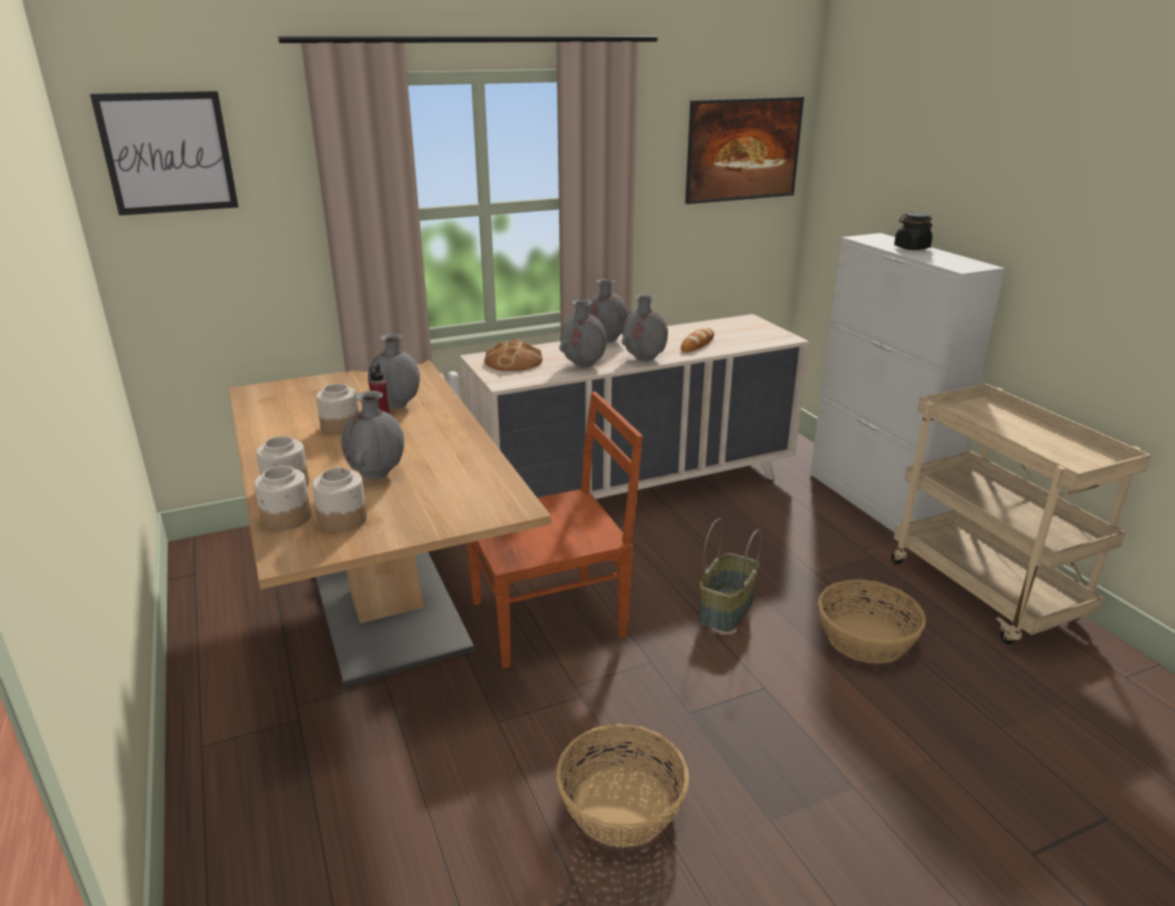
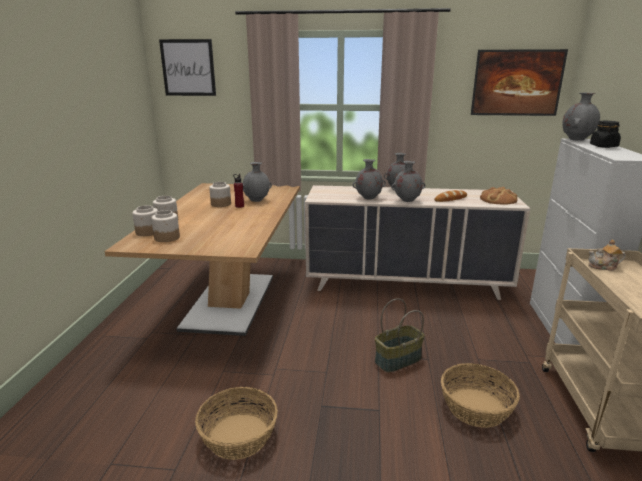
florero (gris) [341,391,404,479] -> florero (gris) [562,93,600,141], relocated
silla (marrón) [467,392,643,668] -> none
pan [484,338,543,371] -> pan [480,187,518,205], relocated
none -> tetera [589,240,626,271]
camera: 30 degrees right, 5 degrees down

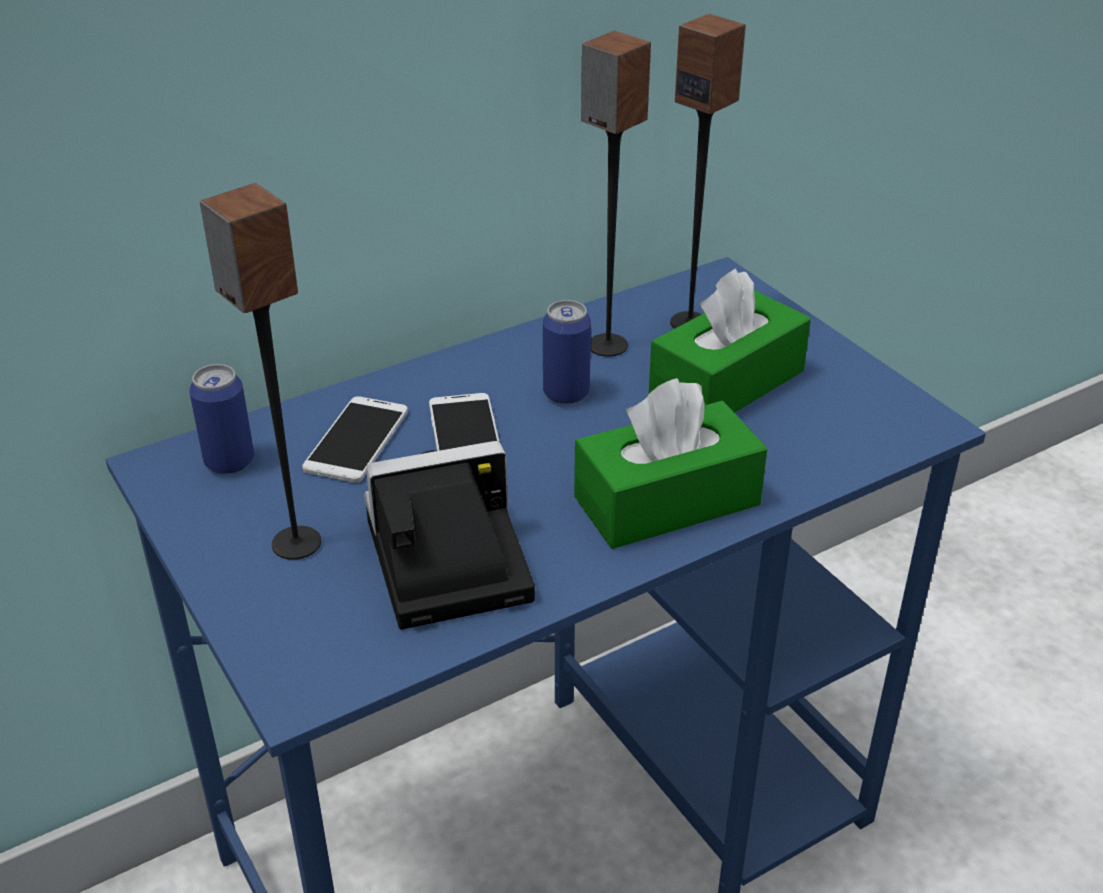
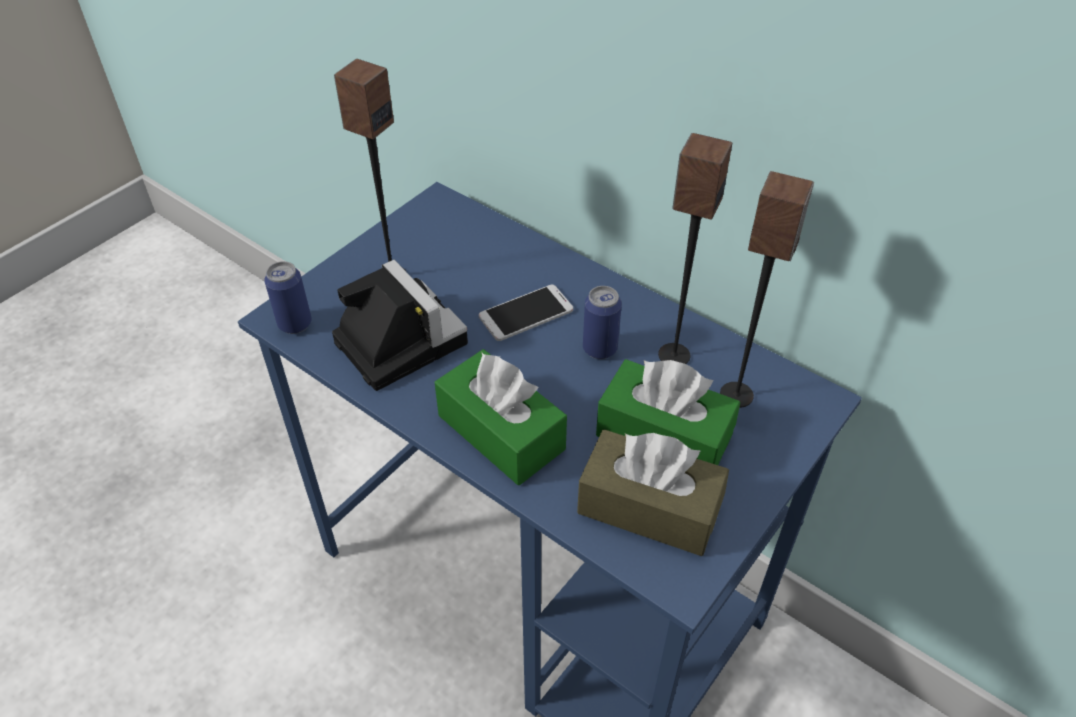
lata [189,364,254,475] -> lata [264,261,312,334], relocated
móvil [302,396,408,483] -> none
none -> caja de pañuelos (marrón) [577,429,729,556]
camera: 70 degrees right, 10 degrees up

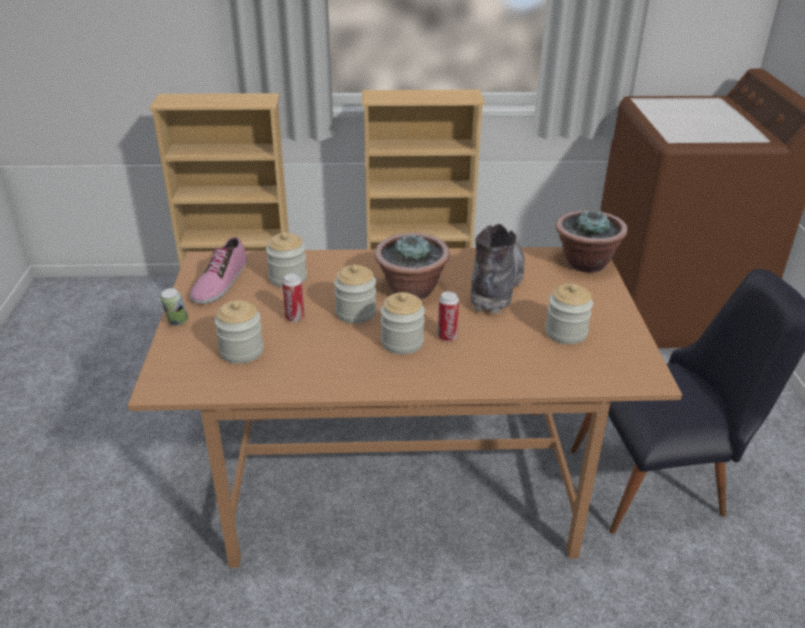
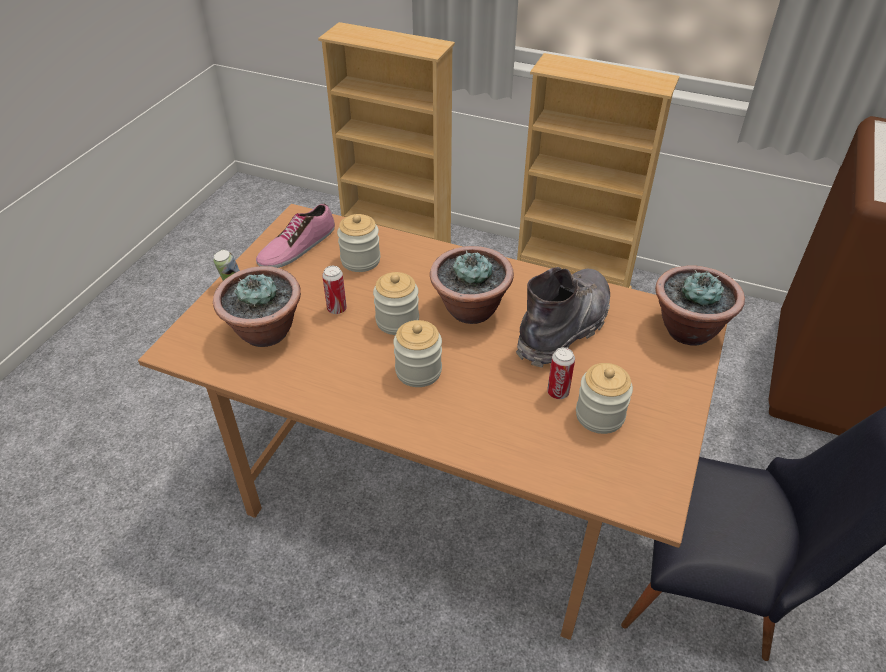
tarro [215,300,264,364] -> planta en maceta [213,266,301,347]
lata [438,291,459,341] -> lata [547,347,575,399], relocated
camera: 25 degrees right, 10 degrees up

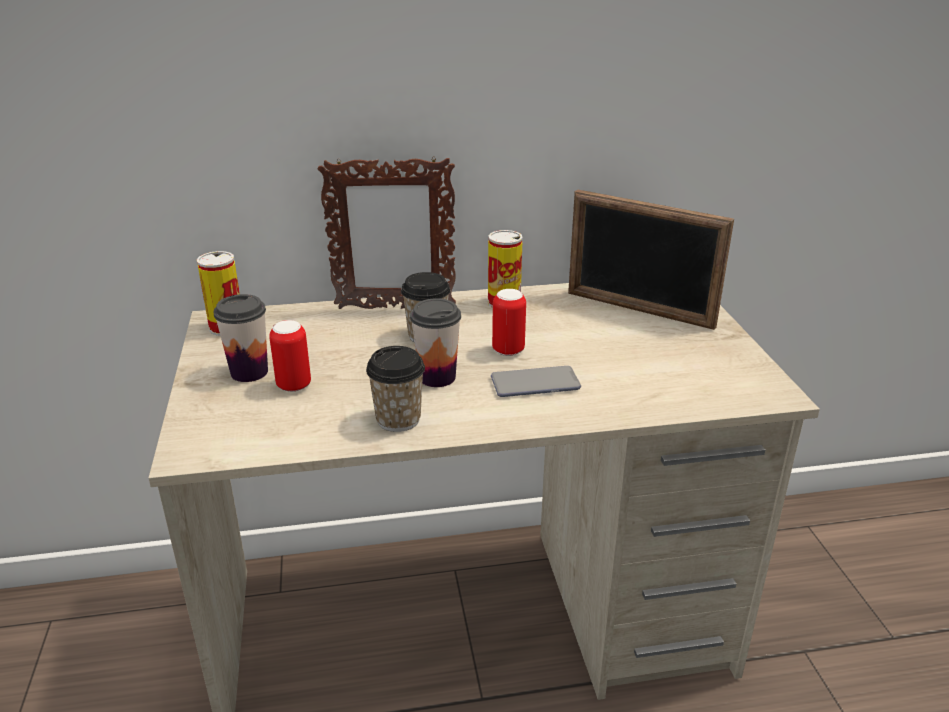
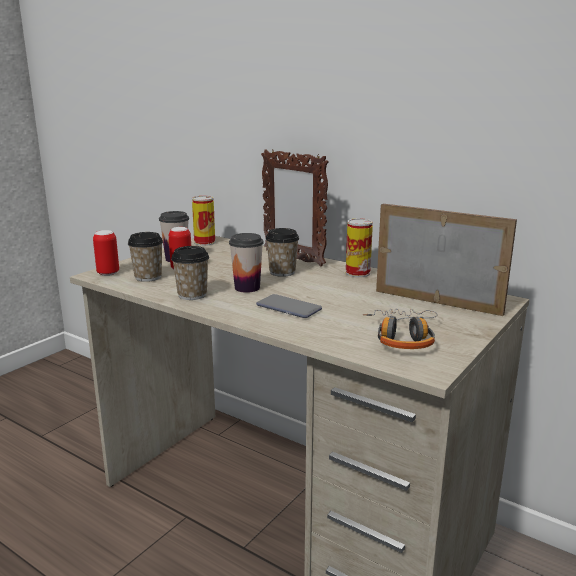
lata [492,289,526,356] -> lata [93,230,119,276], relocated
portarretratos [568,189,734,330] -> portarretratos [376,204,517,316], 135 degrees clockwise
none -> taza [128,232,163,282]
none -> auriculares [363,309,438,349]
camera: 45 degrees right, 10 degrees down

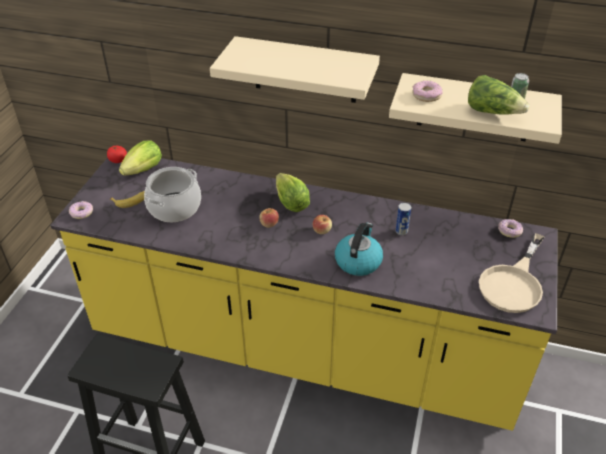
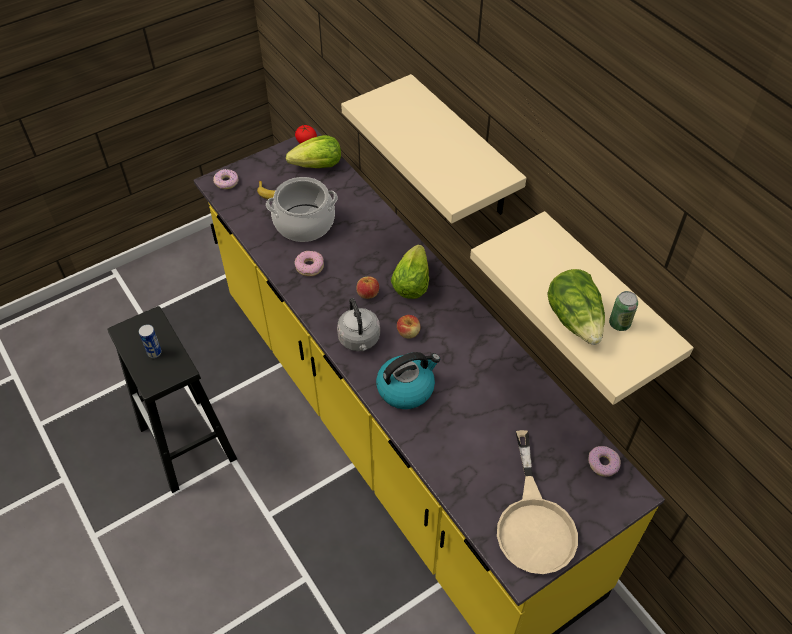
lata [395,203,411,235] -> lata [139,325,162,358], relocated
rosquilla [412,81,442,102] -> rosquilla [295,251,324,276], relocated
sartén (beis) [479,233,544,313] -> sartén (beis) [497,430,578,574], 75 degrees counterclockwise
none -> hervidor (gris) [337,298,380,351]
camera: 40 degrees right, 10 degrees up

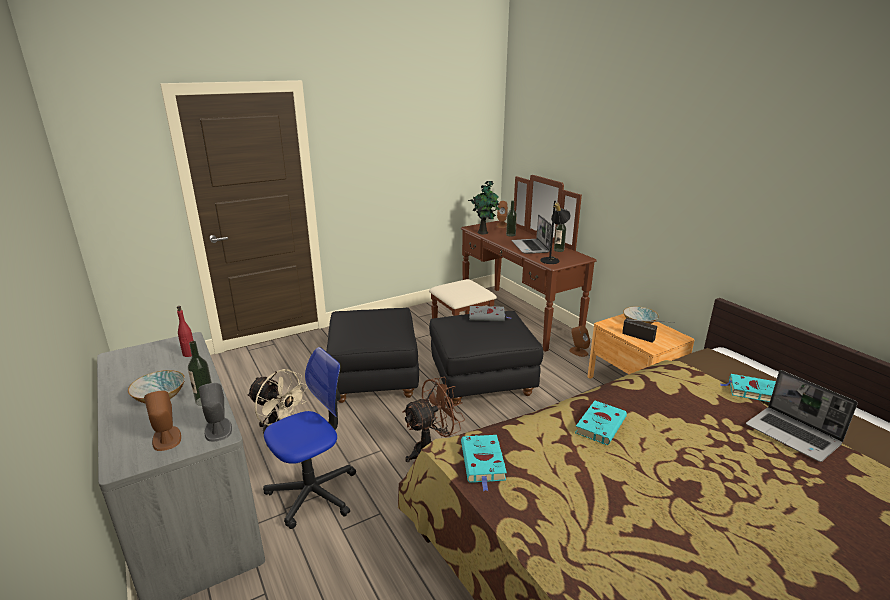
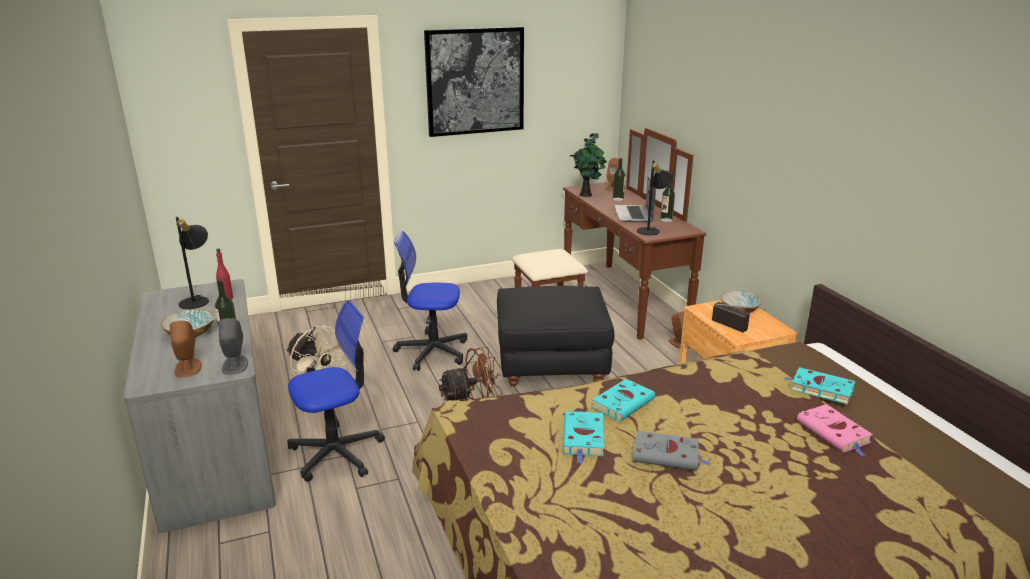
puf (negro) [326,308,419,403] -> silla de oficina [393,231,467,371]
libro (turquesa) [461,435,507,491] -> libro (turquesa) [562,411,604,463], relocated
libro (gris) [469,306,511,321] -> libro (gris) [632,431,710,471], relocated
portátil [746,370,858,462] -> libro (rosa) [797,404,873,457]
none -> lámpara de mesa (negro) [176,217,209,309]
none -> cuadro [424,27,524,137]
camera: 10 degrees right, 0 degrees up

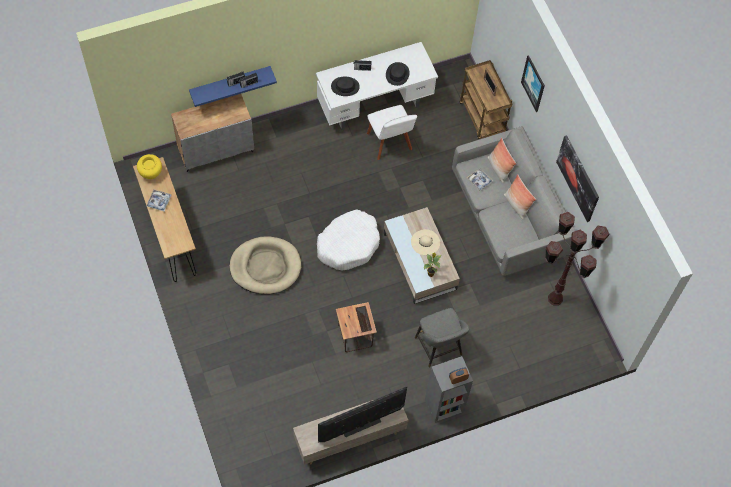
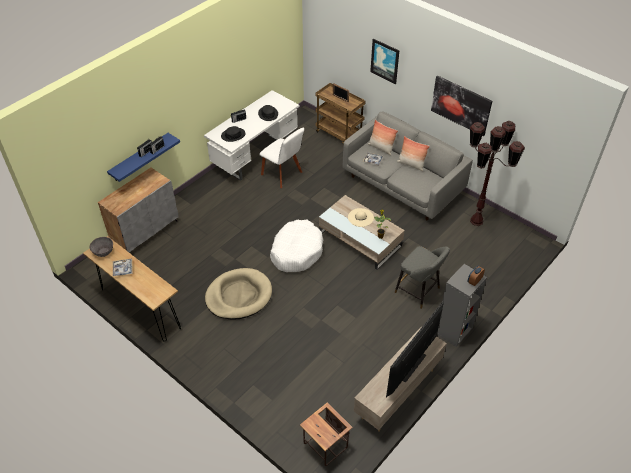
florero (amarillo) [137,154,162,179] -> cuenco (gris) [90,237,113,257]
mesa auxiliar [336,302,377,352] -> mesa auxiliar [300,402,353,466], relocated
camera: 25 degrees left, 15 degrees down

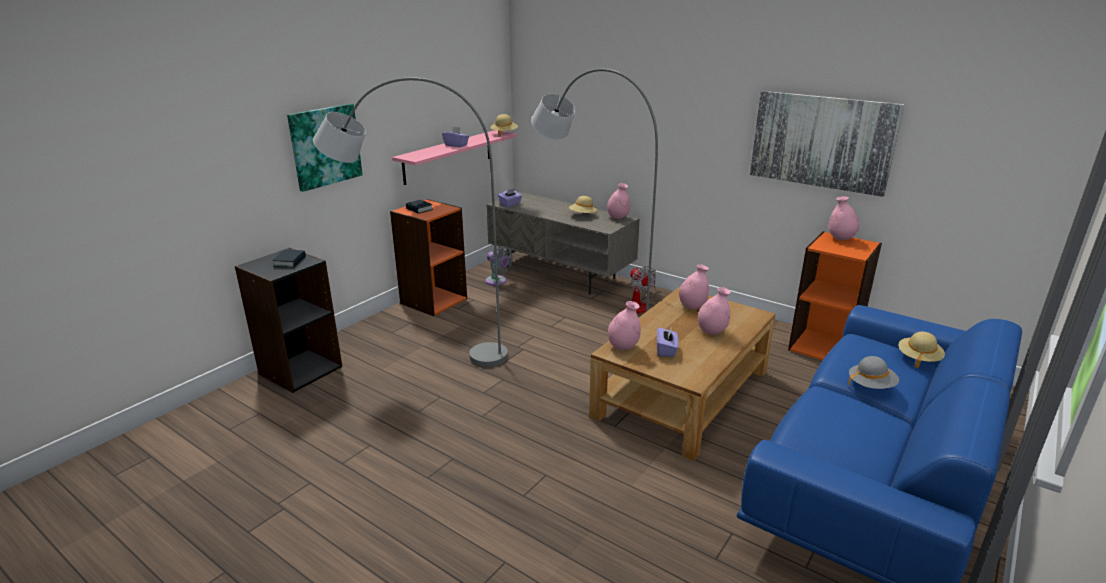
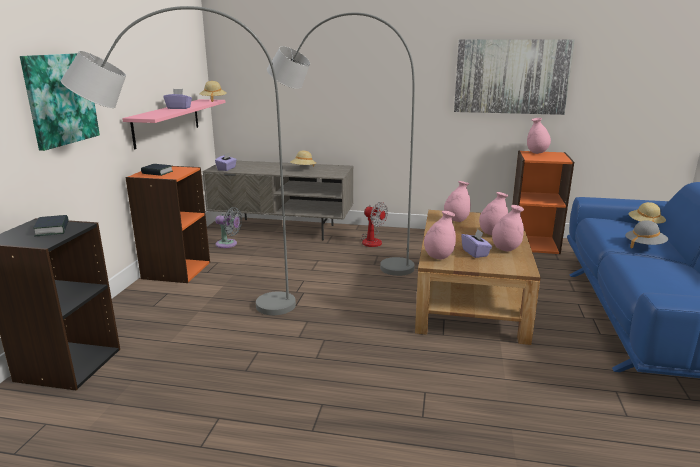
florero (rosa) [607,183,630,219] -> florero (rosa) [492,205,524,252], relocated
camera: 25 degrees left, 5 degrees down

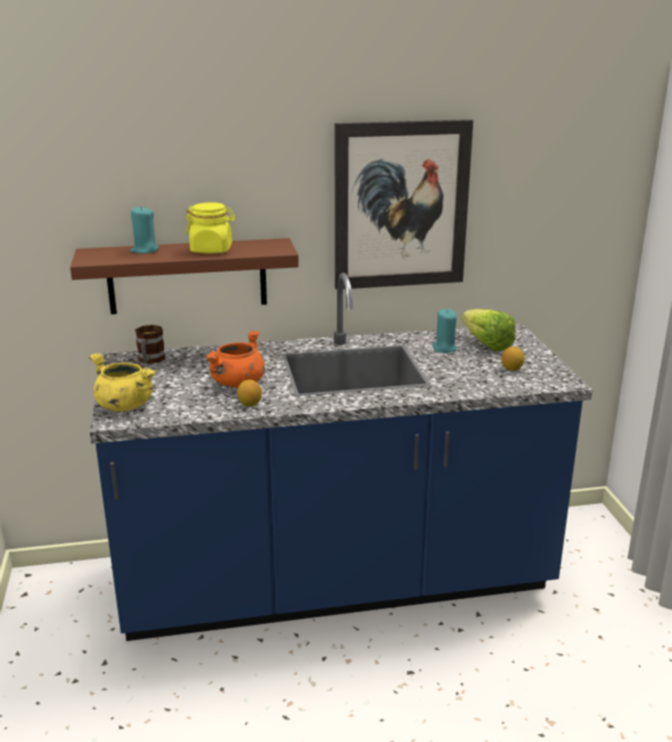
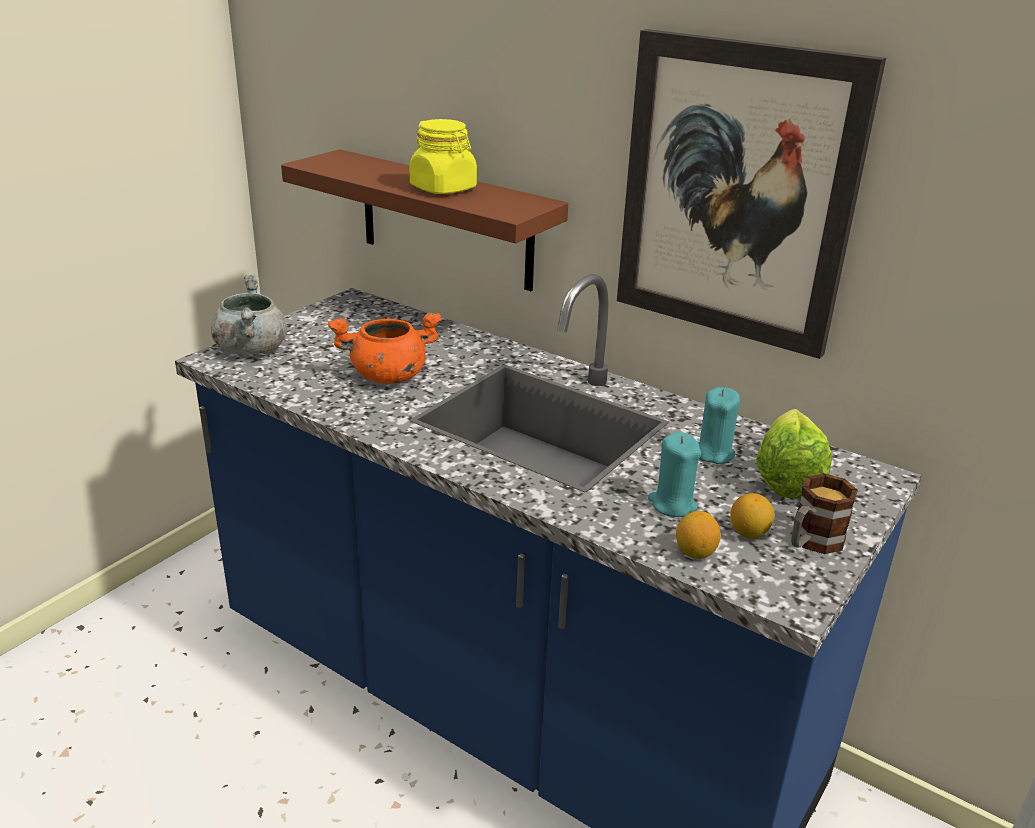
olla (amarillo) [89,353,156,411] -> olla (gris) [211,275,287,355]
vela (turquesa) [130,206,159,254] -> vela (turquesa) [648,432,701,517], relocated
taza grande [135,325,165,364] -> taza grande [791,473,858,554], relocated
limón [237,380,262,406] -> limón [676,511,721,559], relocated
camera: 45 degrees right, 5 degrees up

